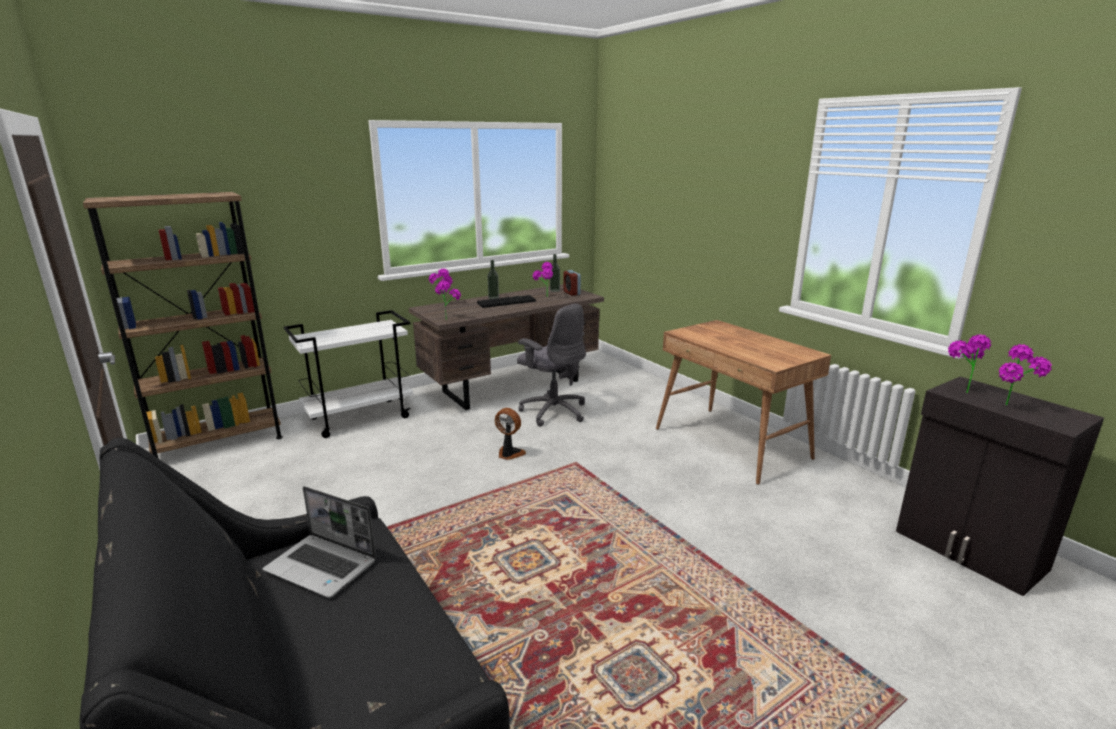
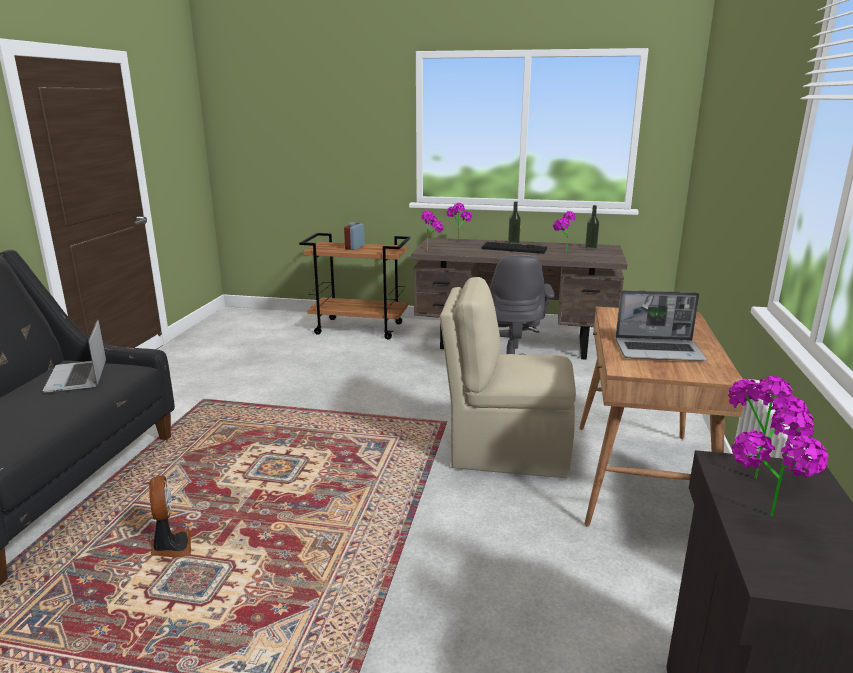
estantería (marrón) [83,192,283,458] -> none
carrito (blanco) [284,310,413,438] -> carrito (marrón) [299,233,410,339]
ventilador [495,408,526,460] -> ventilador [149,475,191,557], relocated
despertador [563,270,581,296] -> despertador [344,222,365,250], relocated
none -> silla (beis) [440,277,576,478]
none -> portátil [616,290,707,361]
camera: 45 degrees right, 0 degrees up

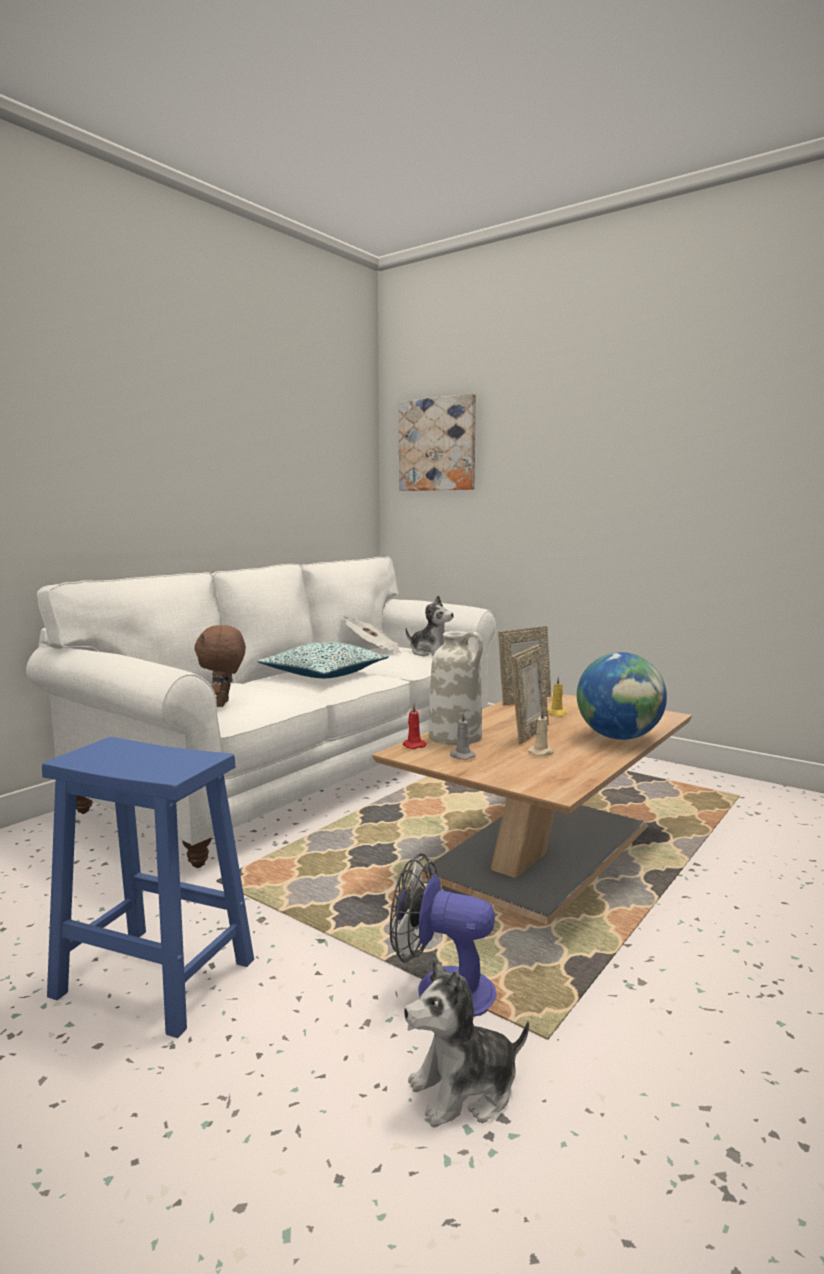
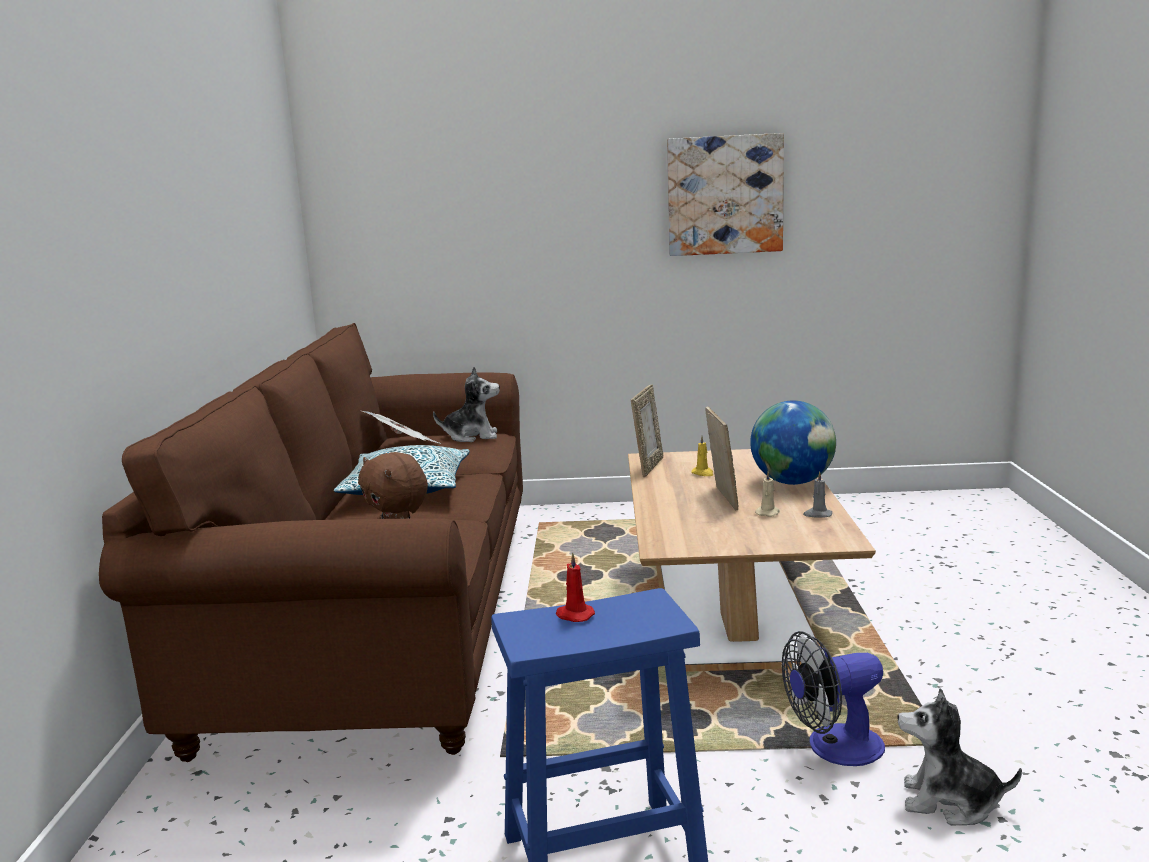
sofá (blanco) [26,556,497,868] -> sofá (marrón) [99,323,523,762]
cuadro [399,393,476,491] -> cuadro [667,133,784,256], relocated
vela (rojo) [403,703,427,749] -> vela (rojo) [556,552,595,622], relocated
peluche [404,958,529,1128] -> peluche [897,688,1022,826], 75 degrees clockwise
florero (blanco) [428,631,483,745] -> none
vela (gris) [450,712,476,760] -> vela (gris) [803,471,832,517], relocated
camera: 35 degrees left, 5 degrees up

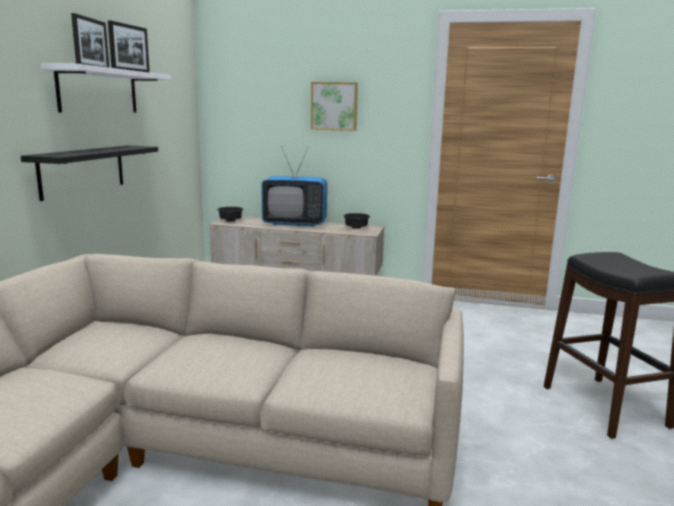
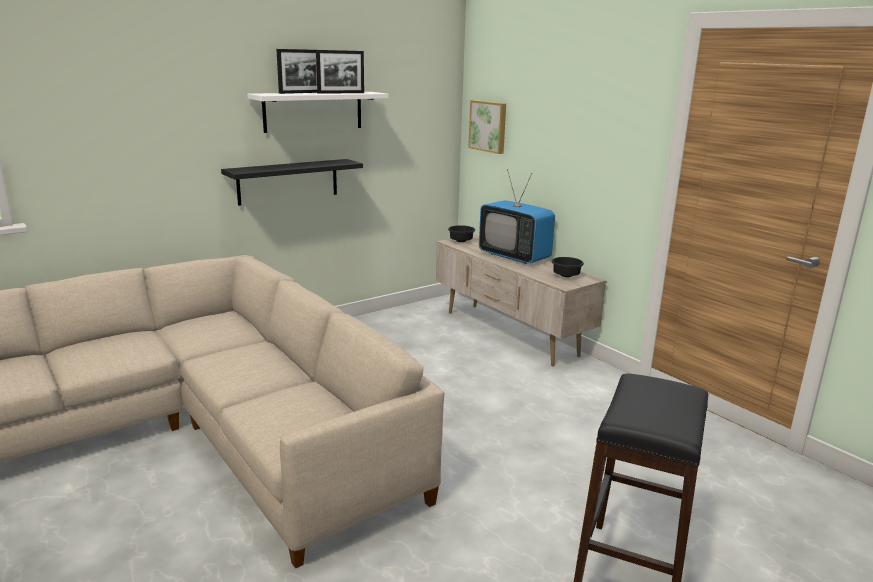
cuadro [311,82,358,131] -> cuadro [468,100,506,154], relocated
camera: 40 degrees right, 5 degrees up

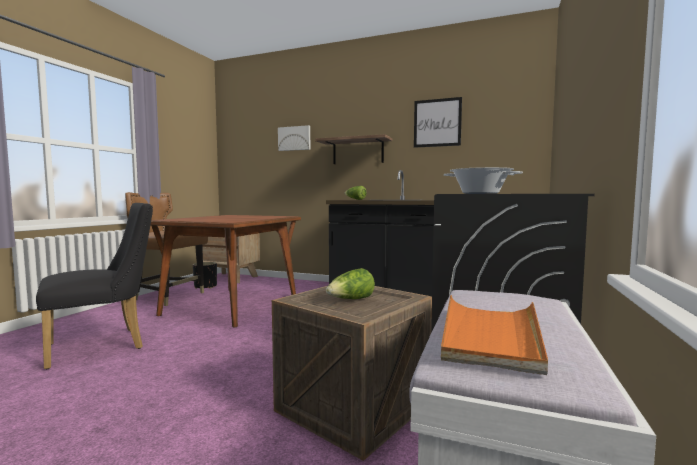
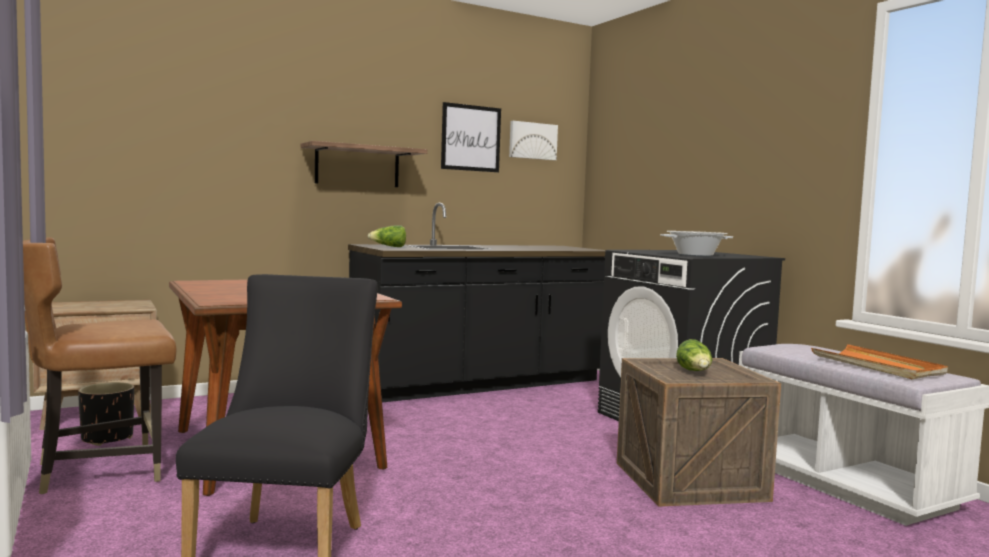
cuadro [278,125,310,151] -> cuadro [509,121,558,160], relocated
camera: 50 degrees left, 0 degrees up

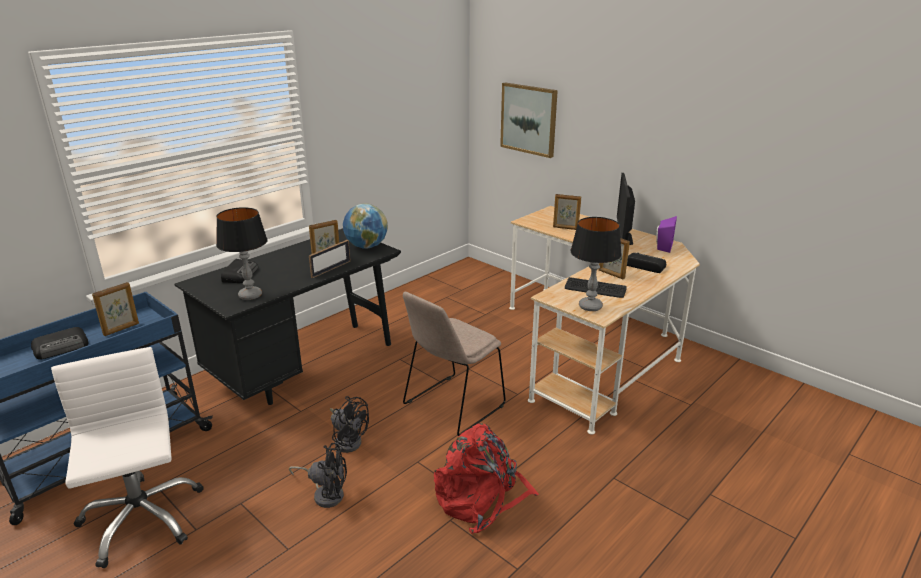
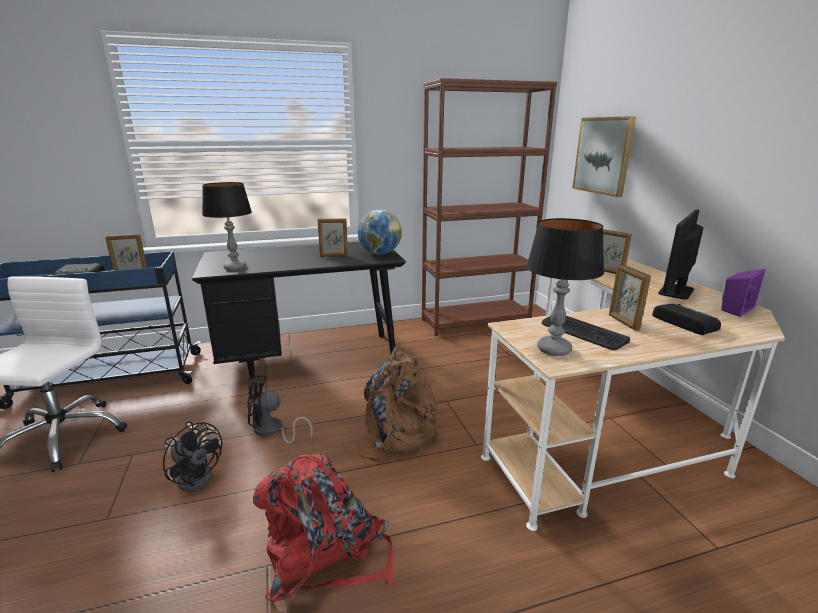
radio [221,259,258,283] -> none
portarretratos [309,240,351,278] -> none
ventilador (negro) [330,396,369,453] -> ventilador (negro) [247,376,313,444], 105 degrees clockwise
silla (beis) [403,292,506,436] -> mochila (marrón) [345,347,439,462]
none -> estantería (marrón) [422,78,557,336]
camera: 30 degrees right, 5 degrees down

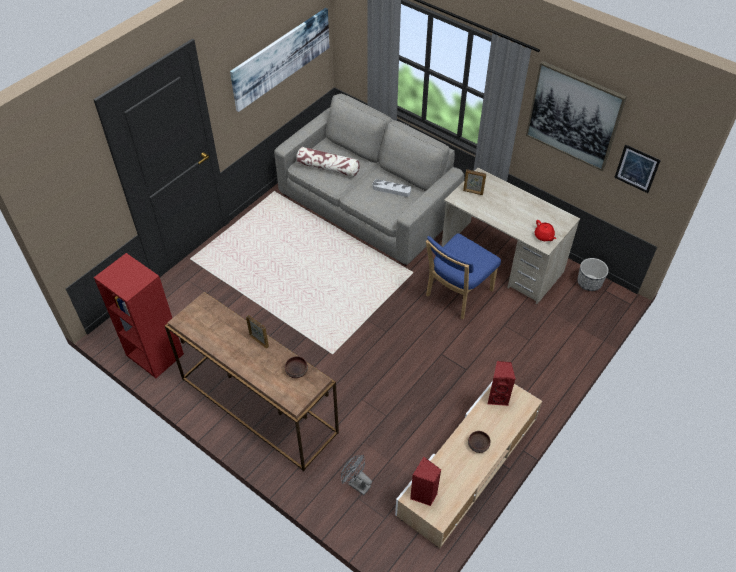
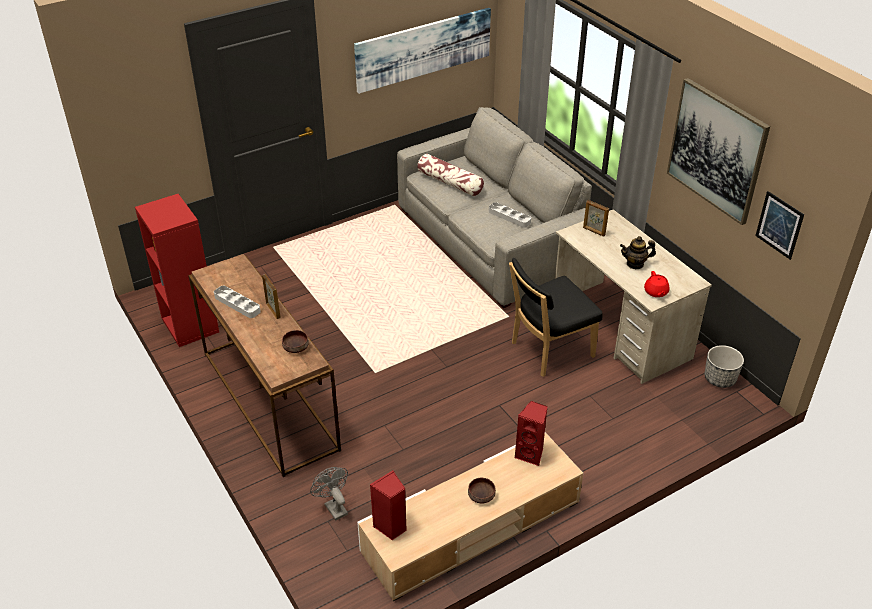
silla (azul) [426,234,501,319] -> silla (negro) [509,258,603,377]
none -> bandeja (gris) [214,286,261,318]
none -> tetera [620,236,656,269]
camera: 20 degrees right, 10 degrees down

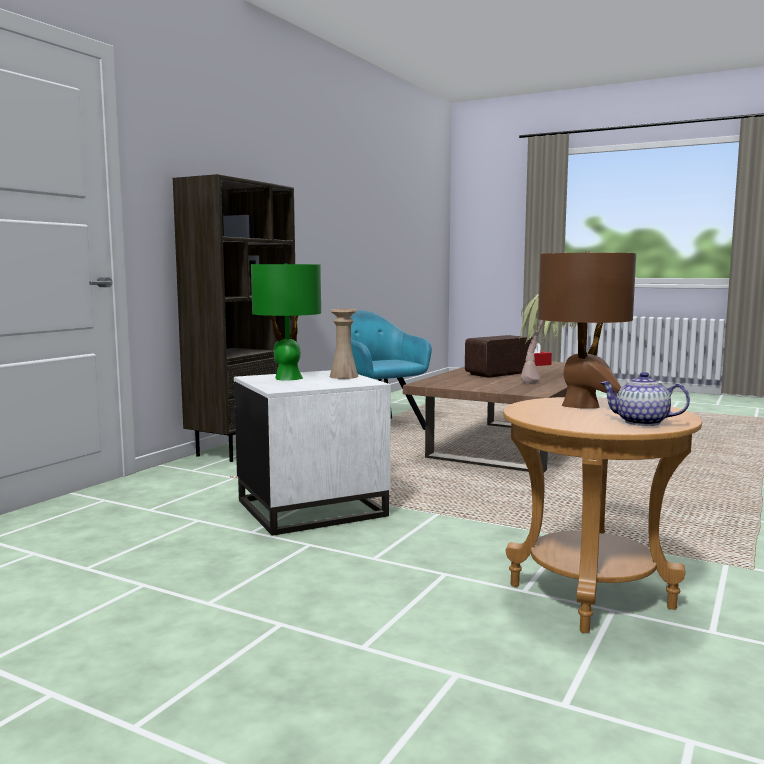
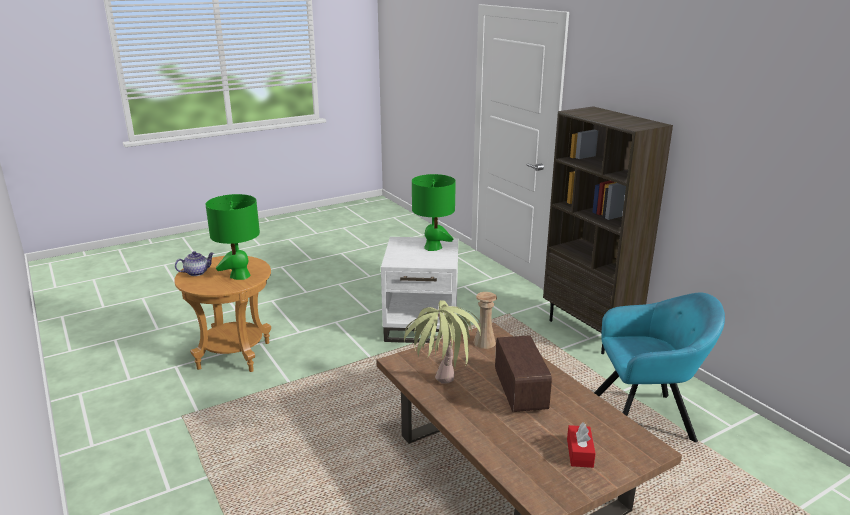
florero (beis) [330,309,358,379] -> florero (beis) [473,292,497,349], relocated
lámpara de mesa (marrón) [538,252,636,409] -> lámpara de mesa (verde) [205,194,260,280]
camera: 120 degrees right, 15 degrees up

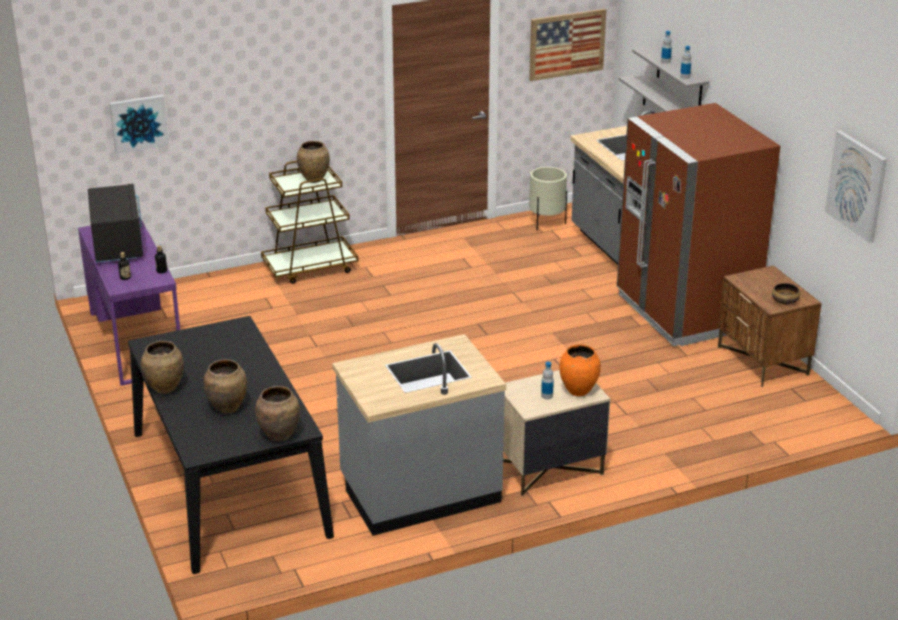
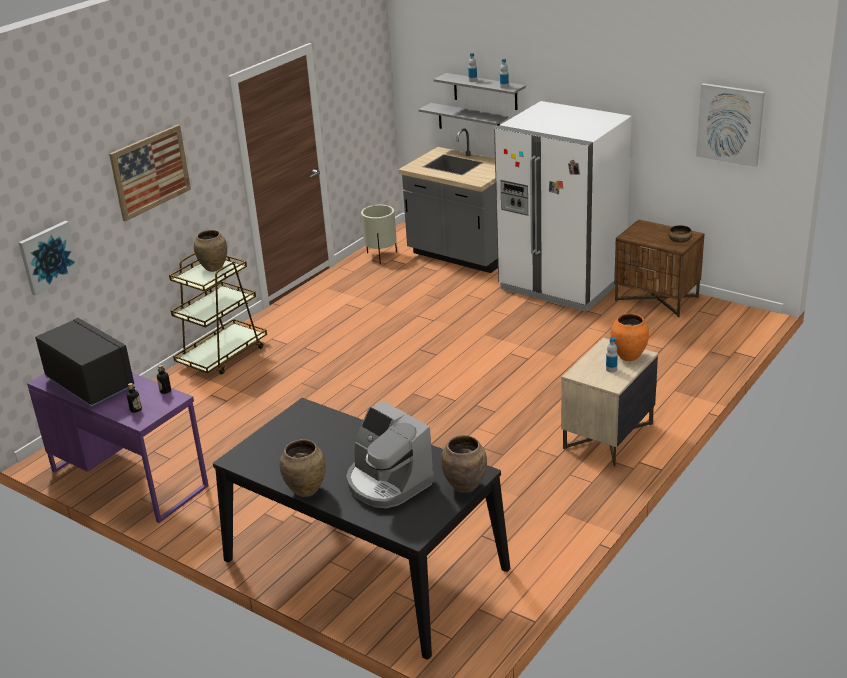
florero (marrón) [203,359,247,414] -> cafetera [346,401,434,508]
mueble bajo de cocina (gris) [332,334,506,536] -> none
cuadro [529,9,606,81] -> cuadro [109,125,191,221], relocated
nevera (marrón) [617,103,780,346] -> nevera (blanco) [494,101,632,312]
camera: 30 degrees left, 0 degrees up

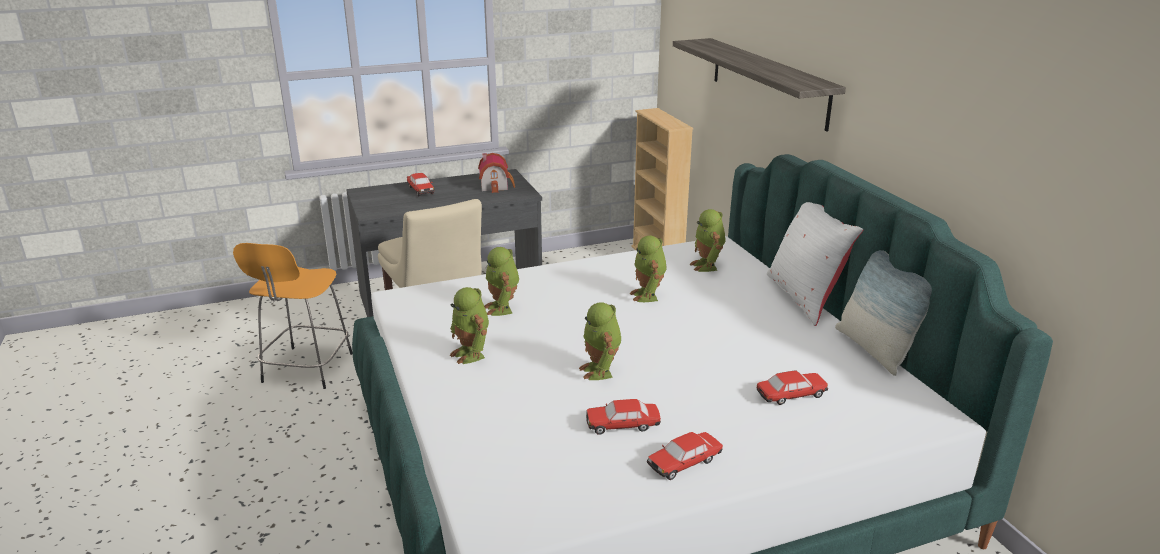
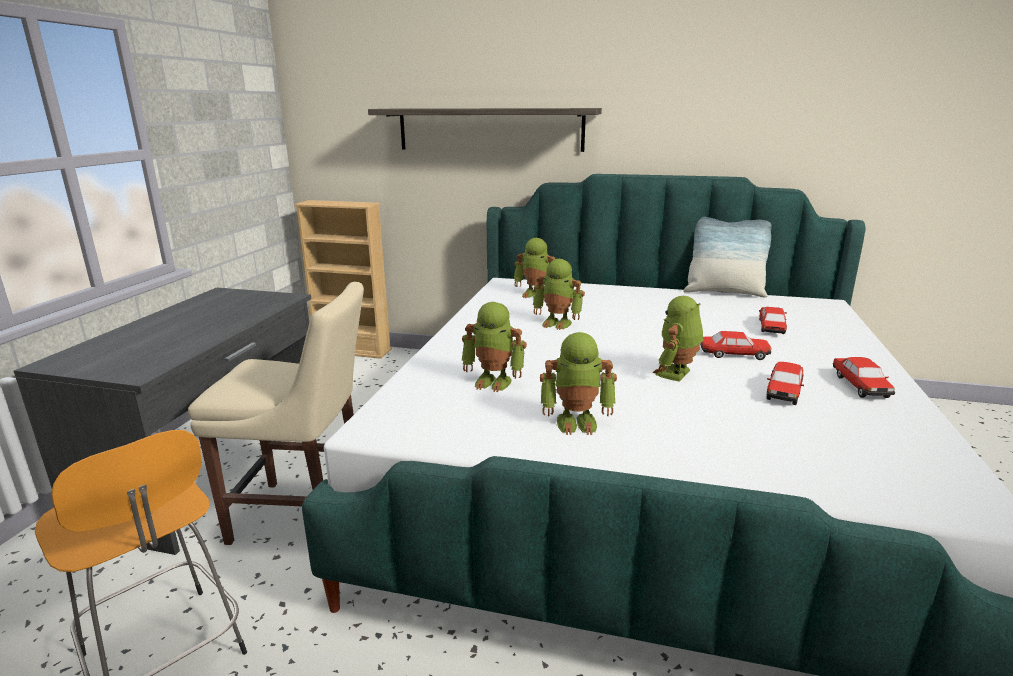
coche de juguete [407,173,435,197] -> coche de juguete [700,331,771,360], relocated
casita [478,153,515,193] -> none
robot de juguete [579,302,621,380] -> robot de juguete [653,296,703,382], 105 degrees clockwise
cojín (blanco) [767,202,864,326] -> none
camera: 55 degrees left, 5 degrees down

